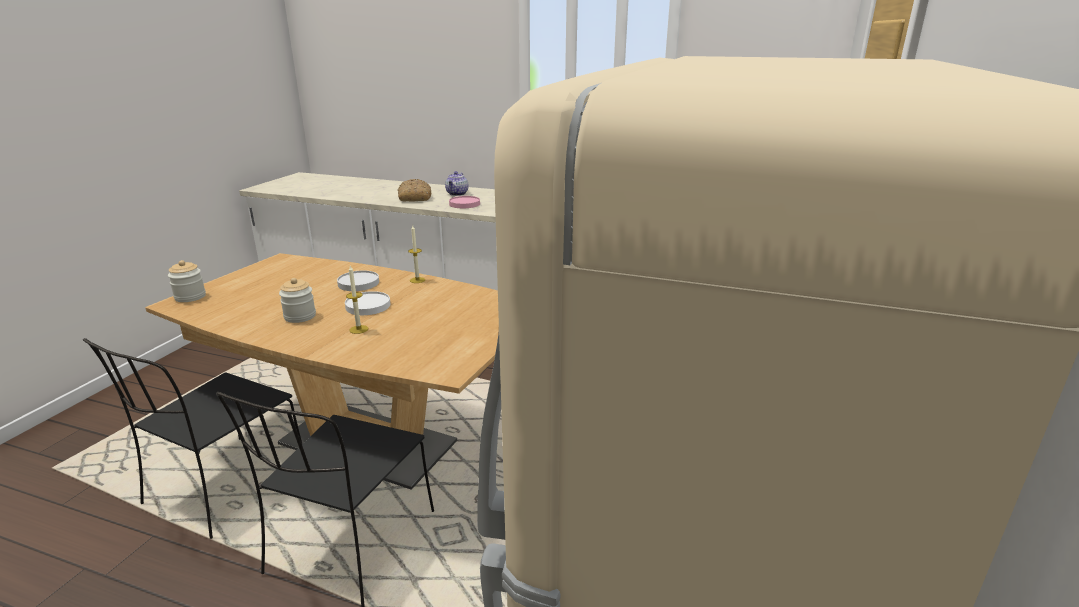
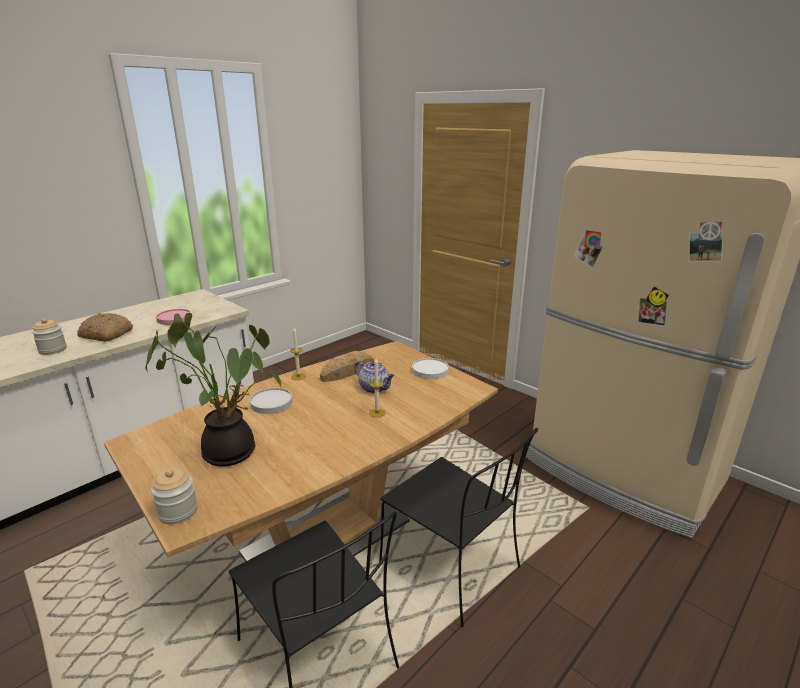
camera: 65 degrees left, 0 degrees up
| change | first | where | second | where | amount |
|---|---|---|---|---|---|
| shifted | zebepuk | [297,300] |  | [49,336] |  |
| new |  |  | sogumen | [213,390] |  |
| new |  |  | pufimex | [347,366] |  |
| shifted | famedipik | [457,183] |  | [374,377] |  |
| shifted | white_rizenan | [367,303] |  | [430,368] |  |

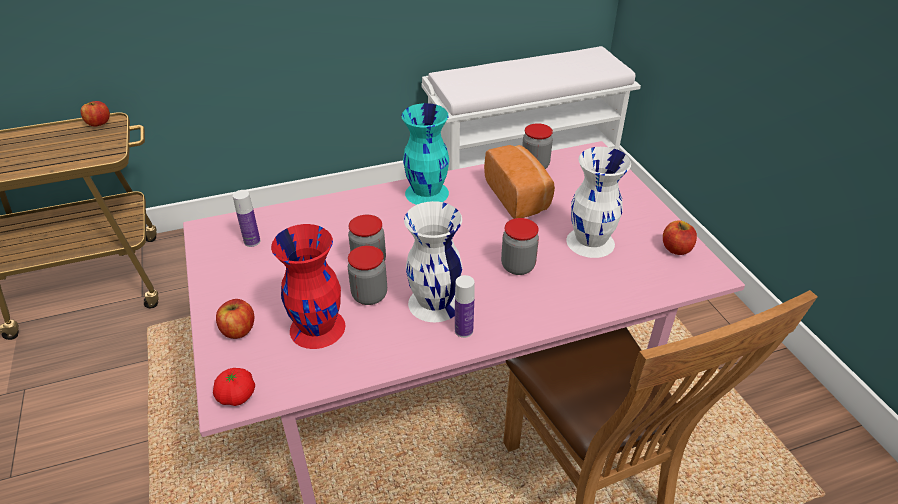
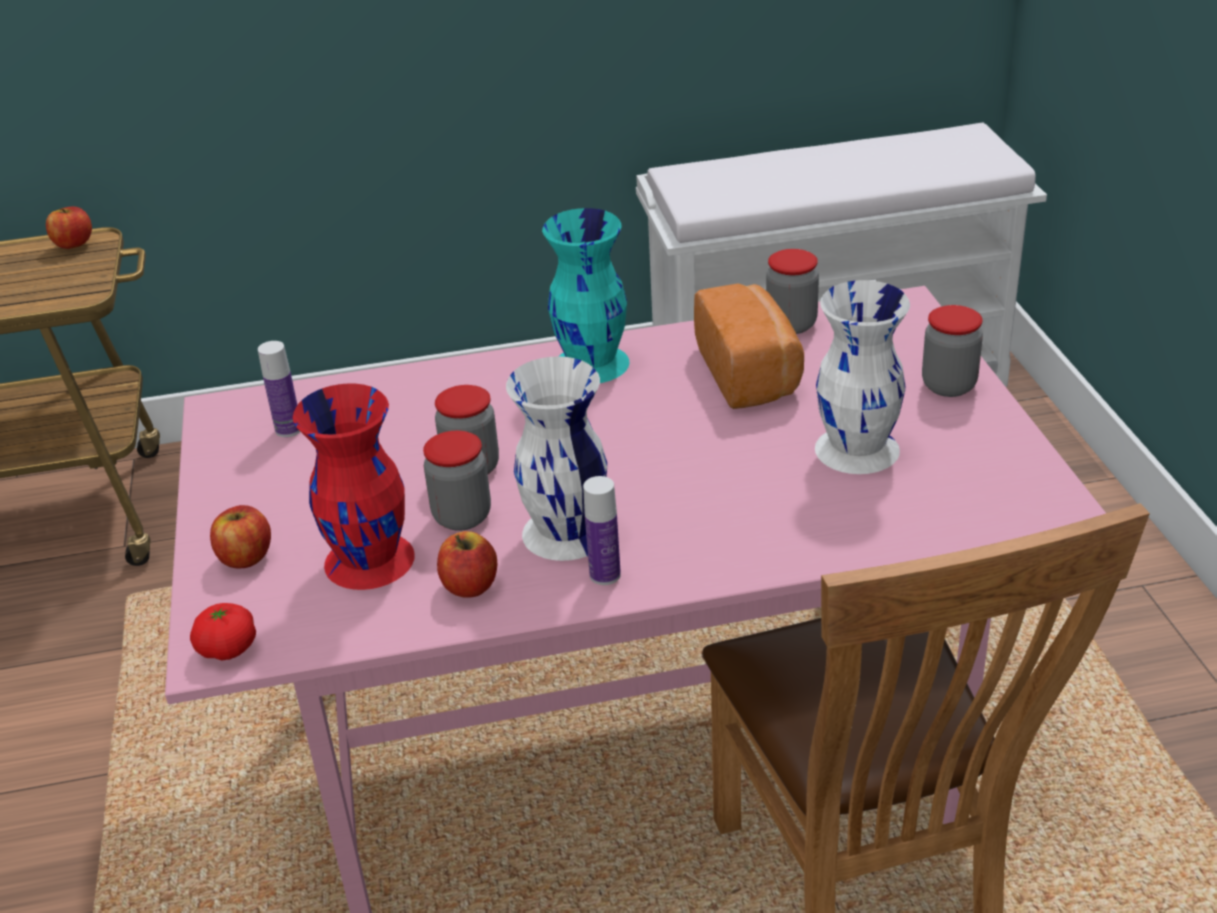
camera: 10 degrees right, 5 degrees down
| change | first | where | second | where | amount |
|---|---|---|---|---|---|
| shifted | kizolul | [680,237] |  | [467,564] |  |
| shifted | zebepuk | [520,246] |  | [952,351] |  |

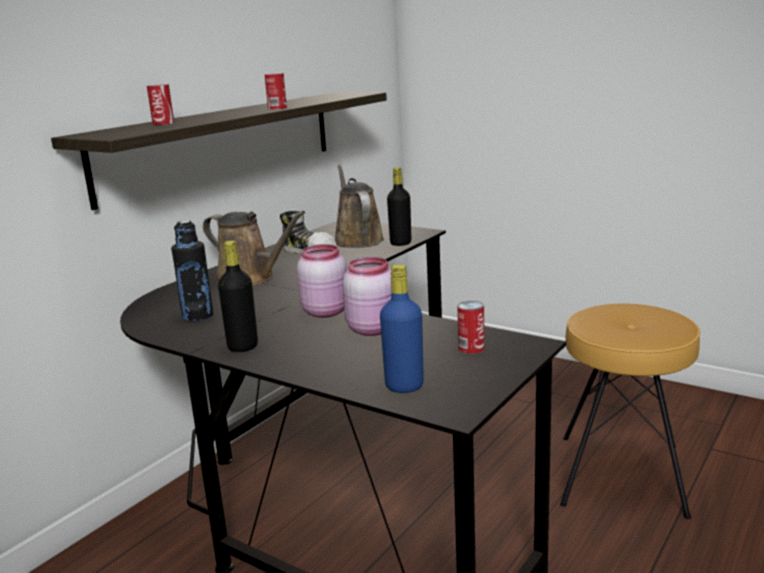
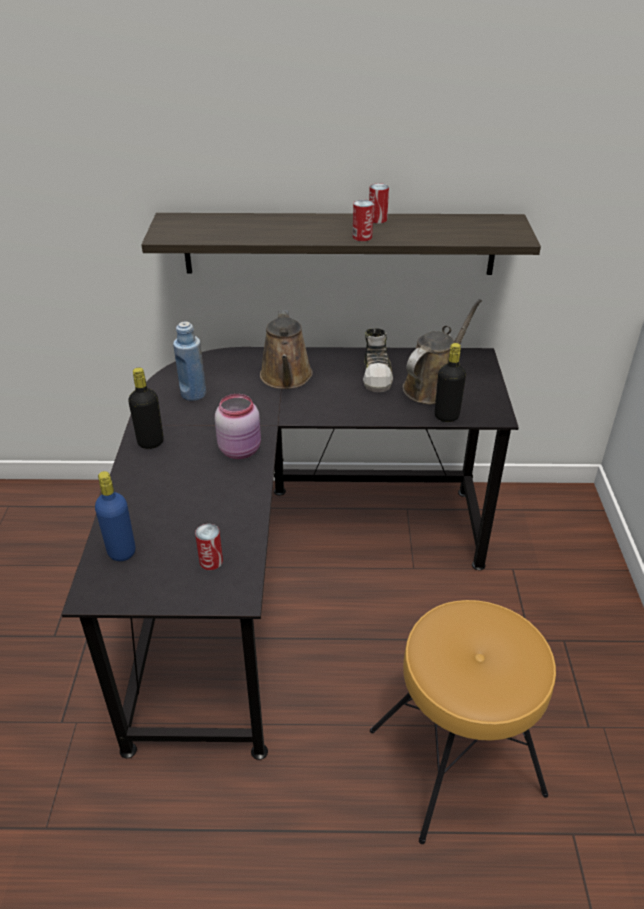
camera: 55 degrees right, 20 degrees up
| change | first | where | second | where | amount |
|---|---|---|---|---|---|
| repainted | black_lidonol | [192,271] | blue_lidonol | [189,361] |  |
| shifted | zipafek | [160,104] |  | [379,203] |  |
| gone | pink_zebepuk | [367,296] |  |  |  |

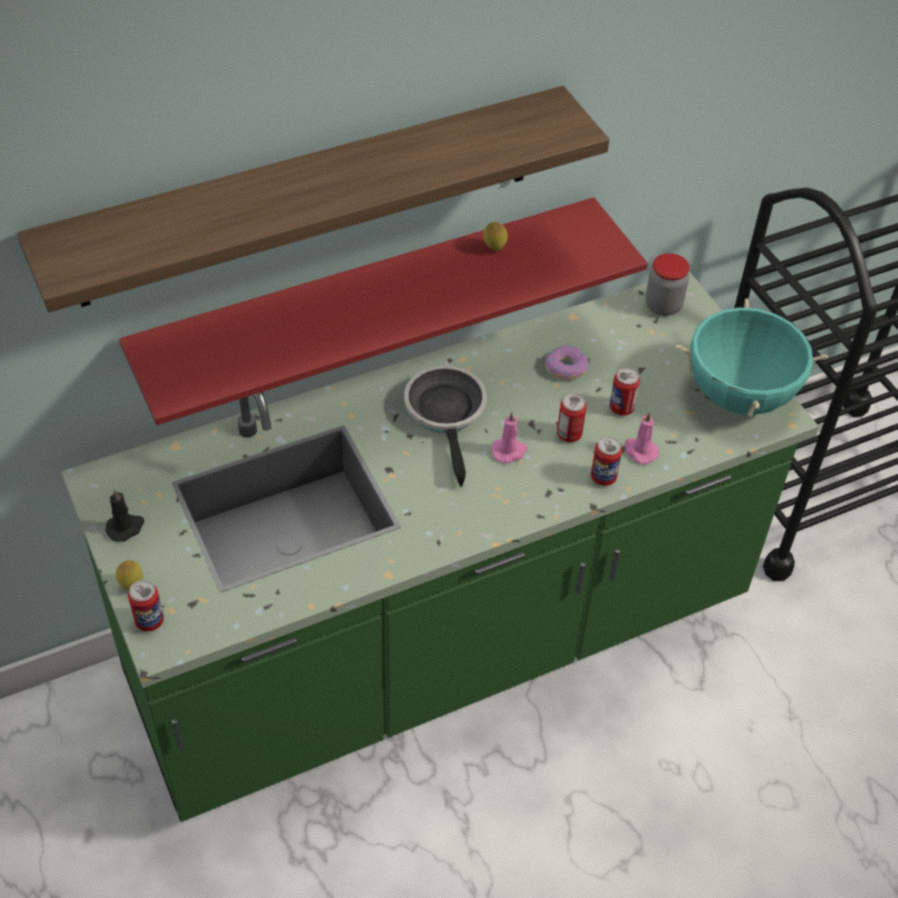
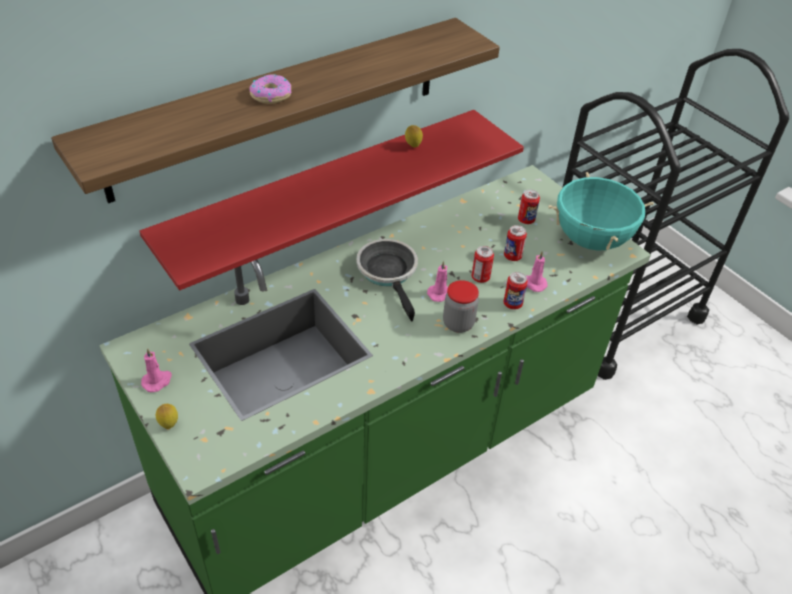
camera: 10 degrees left, 5 degrees down
| change | first | where | second | where | amount |
|---|---|---|---|---|---|
| repainted | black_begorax | [124,515] | pink_begorax | [156,370] |  |
| shifted | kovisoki | [566,362] |  | [270,89] |  |
| shifted | zebepuk | [667,284] |  | [461,306] |  |
| shifted | zipafek | [146,606] |  | [529,207] |  |

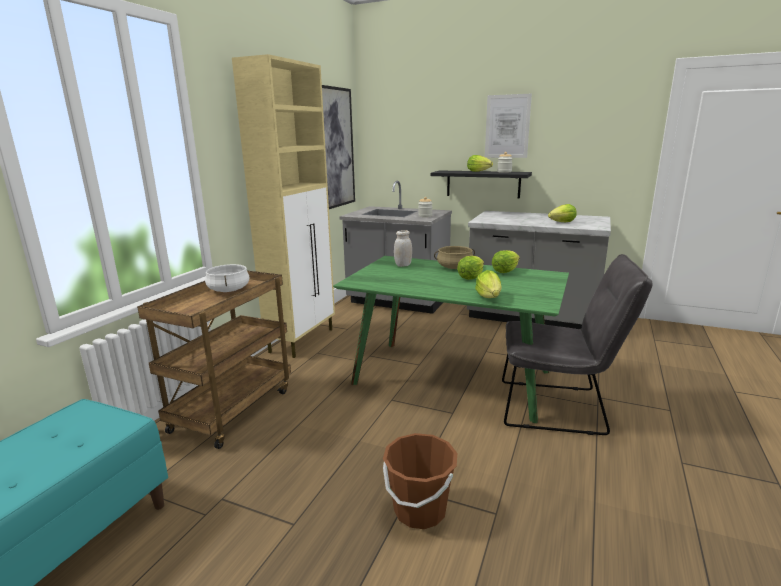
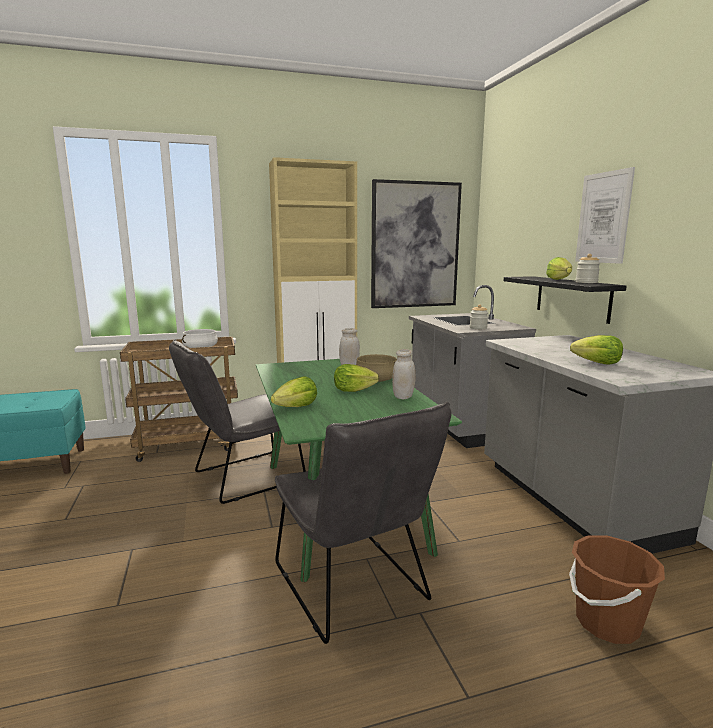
camera: 50 degrees right, 5 degrees down
| change | first | where | second | where | amount |
|---|---|---|---|---|---|
| new |  |  | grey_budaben | [237,421] |  |
| swapped | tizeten | [506,261] | white_zebepuk | [403,374] |  |
| shifted | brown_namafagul | [420,481] |  | [617,590] |  |

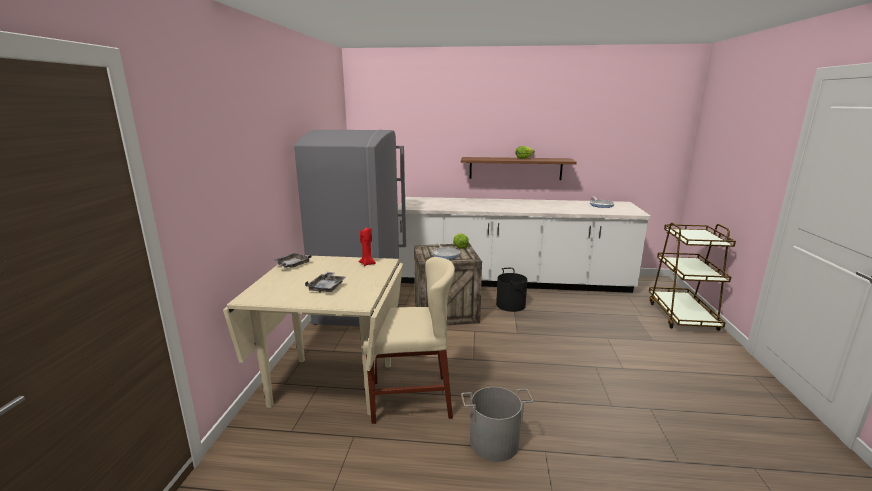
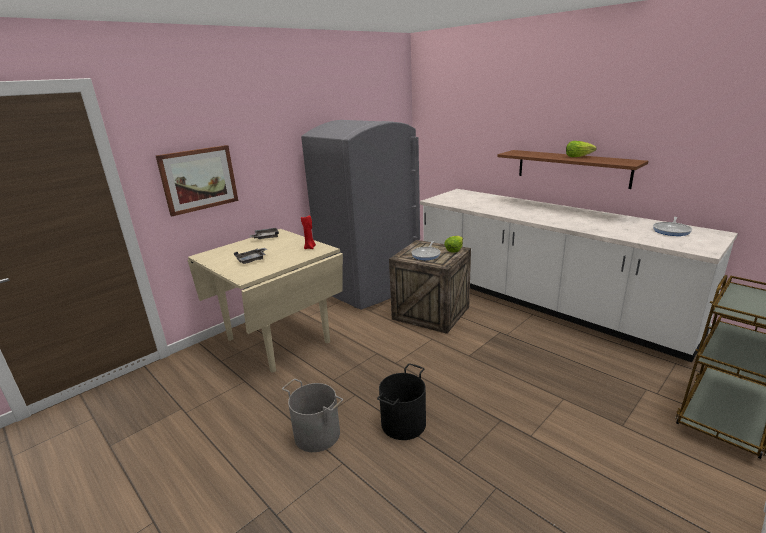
camera: 40 degrees right, 5 degrees up
| change | first | where | second | where | amount |
|---|---|---|---|---|---|
| new |  |  | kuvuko | [197,180] |  |
| shifted | black_namafagul | [511,290] |  | [401,401] |  |
| gone | beige_budaben | [409,340] |  |  |  |

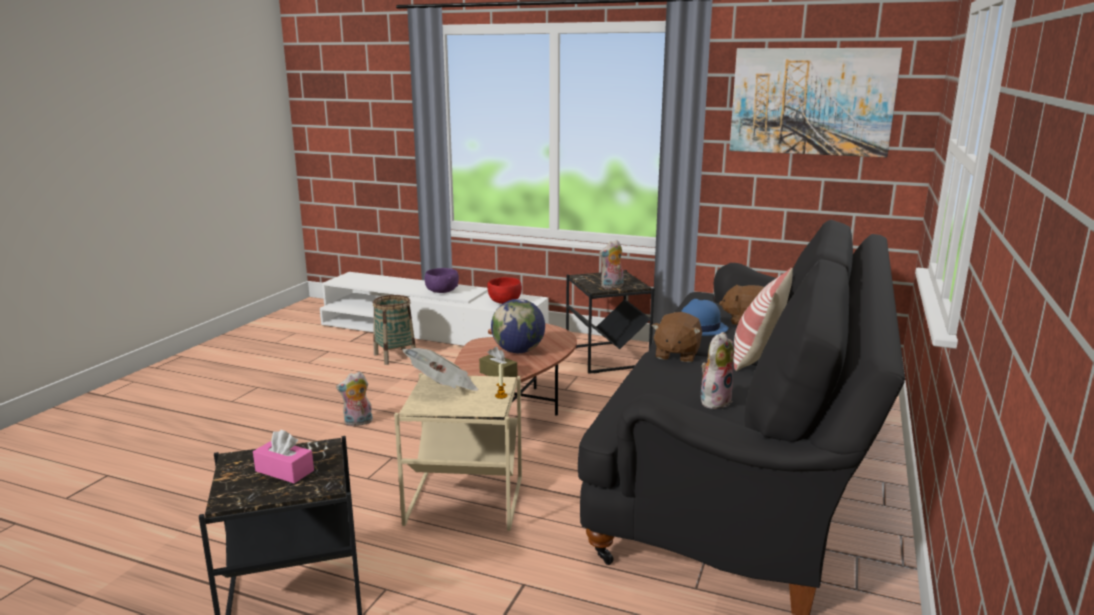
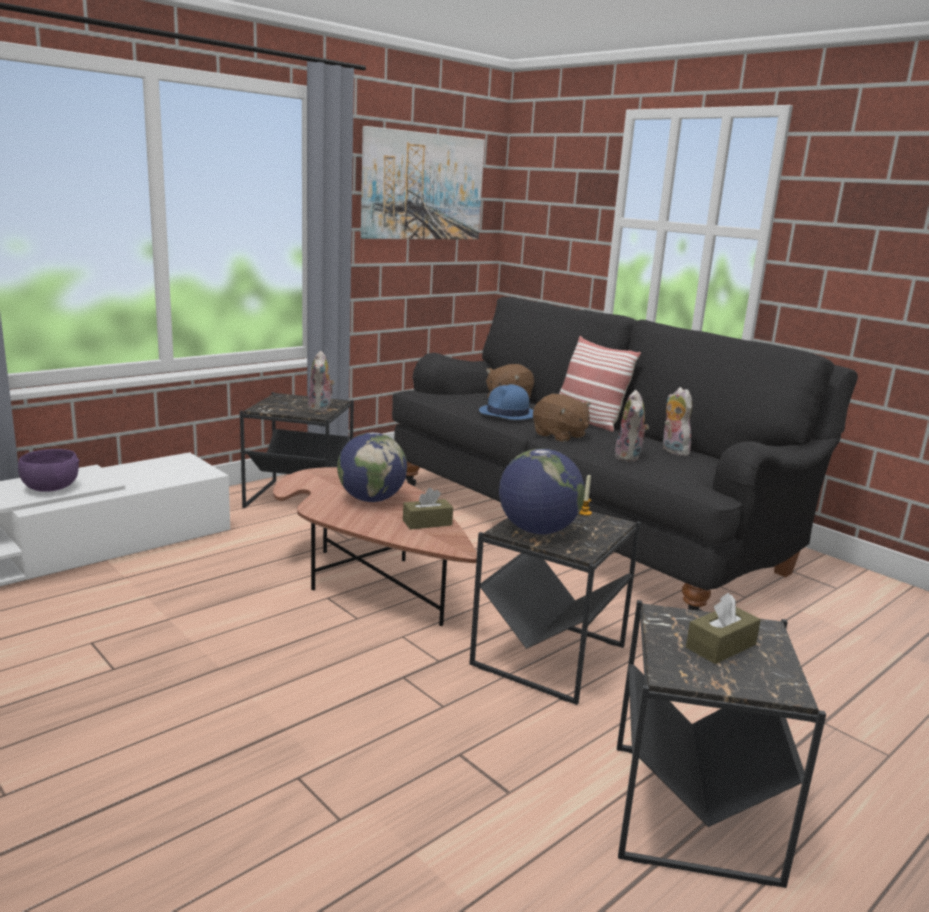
camera: 65 degrees left, 0 degrees up
| change | first | where | second | where | amount |
|---|---|---|---|---|---|
| repainted | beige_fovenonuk | [458,452] | black_fovenonuk | [555,608] |  |
| swapped | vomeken | [440,369] | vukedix | [542,491] |  |
| shifted | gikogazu | [354,399] |  | [632,426] |  |
| repainted | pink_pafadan | [283,456] | brown_pafadan | [723,628] |  |
| gone | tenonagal | [394,330] |  |  |  |
| gone | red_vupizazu | [504,290] |  |  |  |

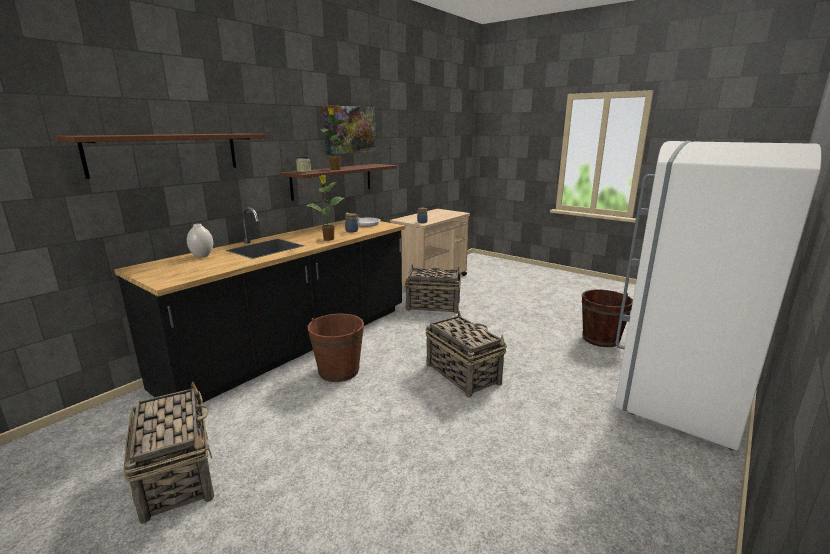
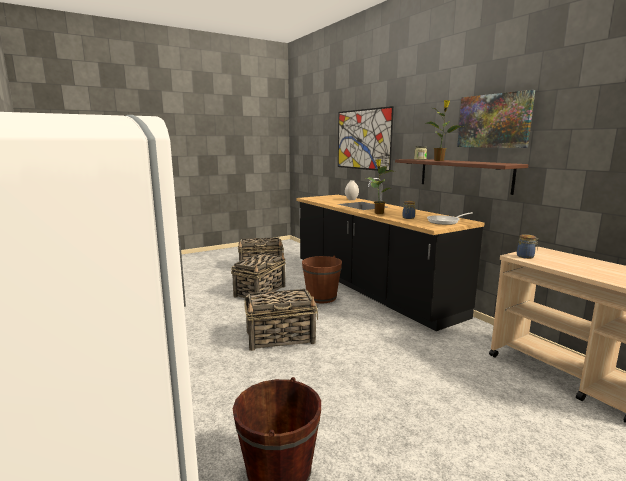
camera: 110 degrees right, 5 degrees down
| change | first | where | second | where | amount |
|---|---|---|---|---|---|
| shifted | tenonagal | [433,289] |  | [258,275] |  |
| swapped | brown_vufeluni | [161,156] | kuvuko | [366,138] |  |

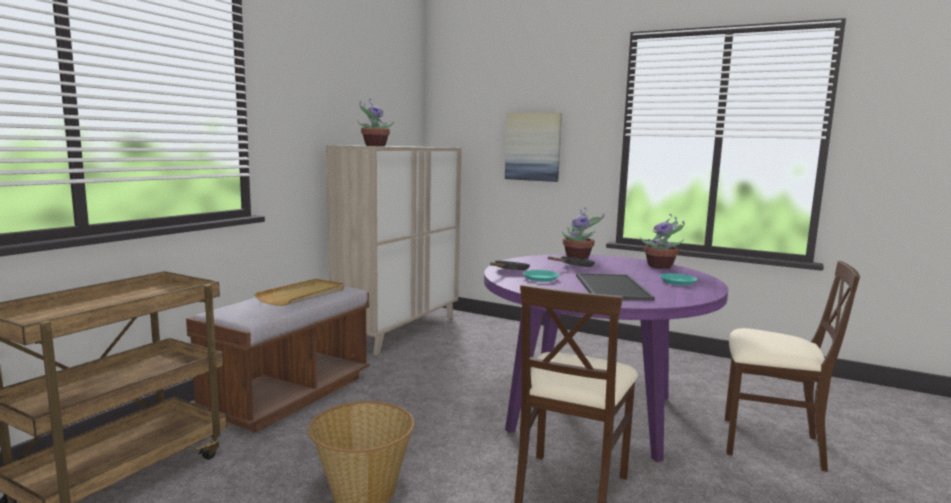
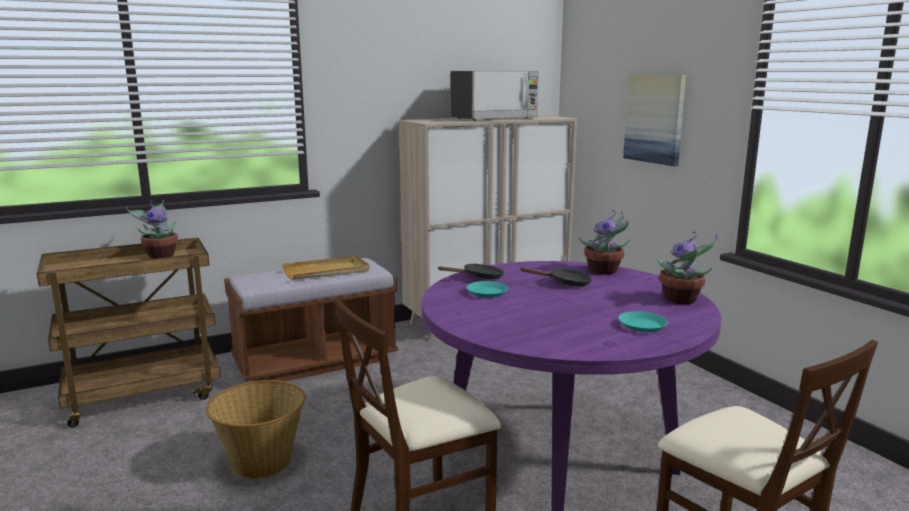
camera: 35 degrees right, 5 degrees up
| change | first | where | second | where | amount |
|---|---|---|---|---|---|
| shifted | sogumen | [375,122] |  | [152,229] |  |
| new |  |  | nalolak | [495,96] |  |
| gone | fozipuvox | [615,287] |  |  |  |

